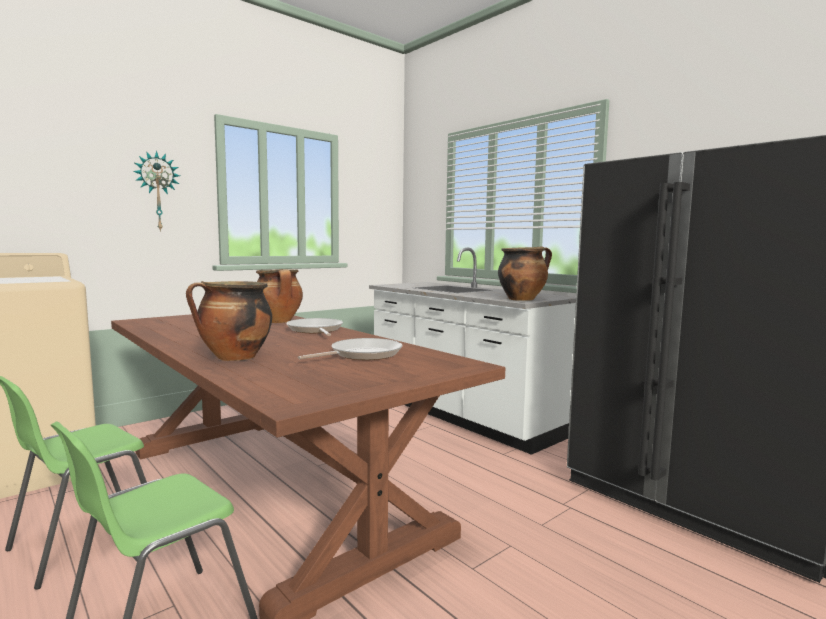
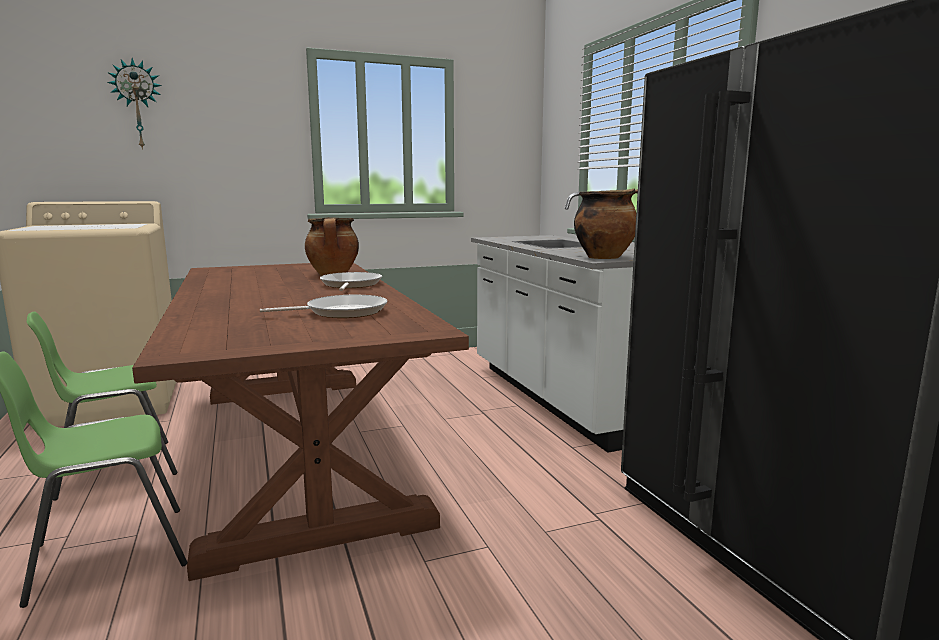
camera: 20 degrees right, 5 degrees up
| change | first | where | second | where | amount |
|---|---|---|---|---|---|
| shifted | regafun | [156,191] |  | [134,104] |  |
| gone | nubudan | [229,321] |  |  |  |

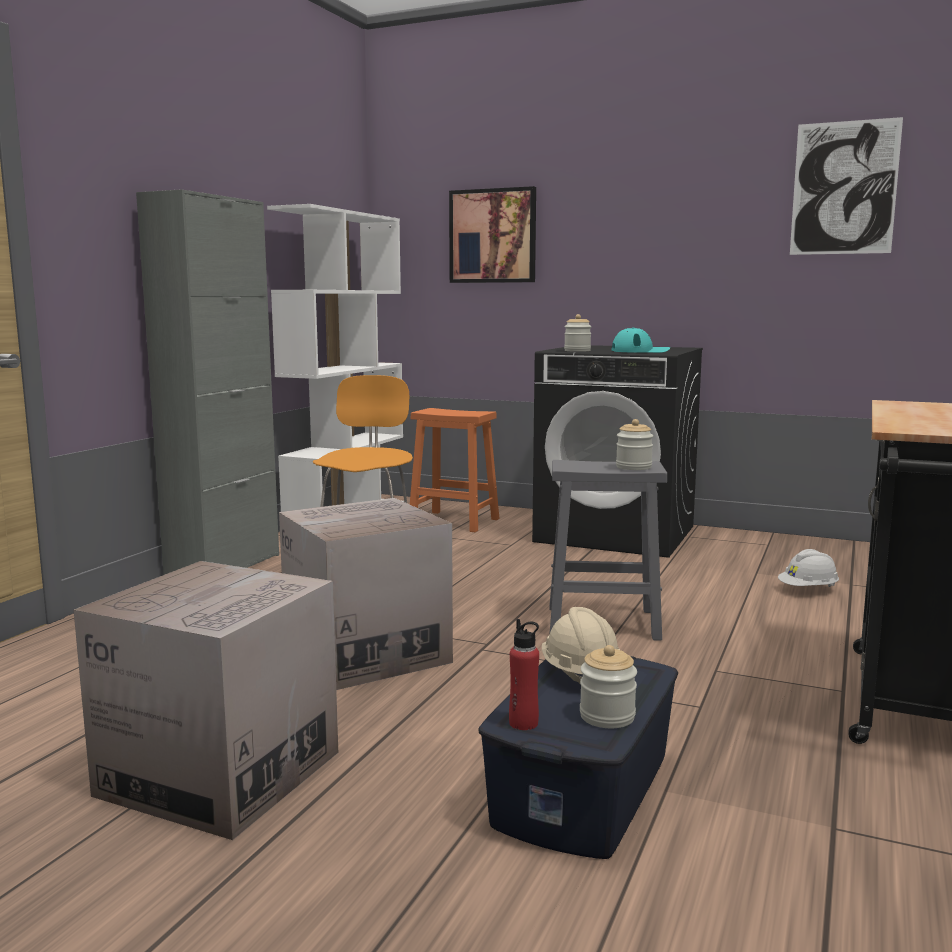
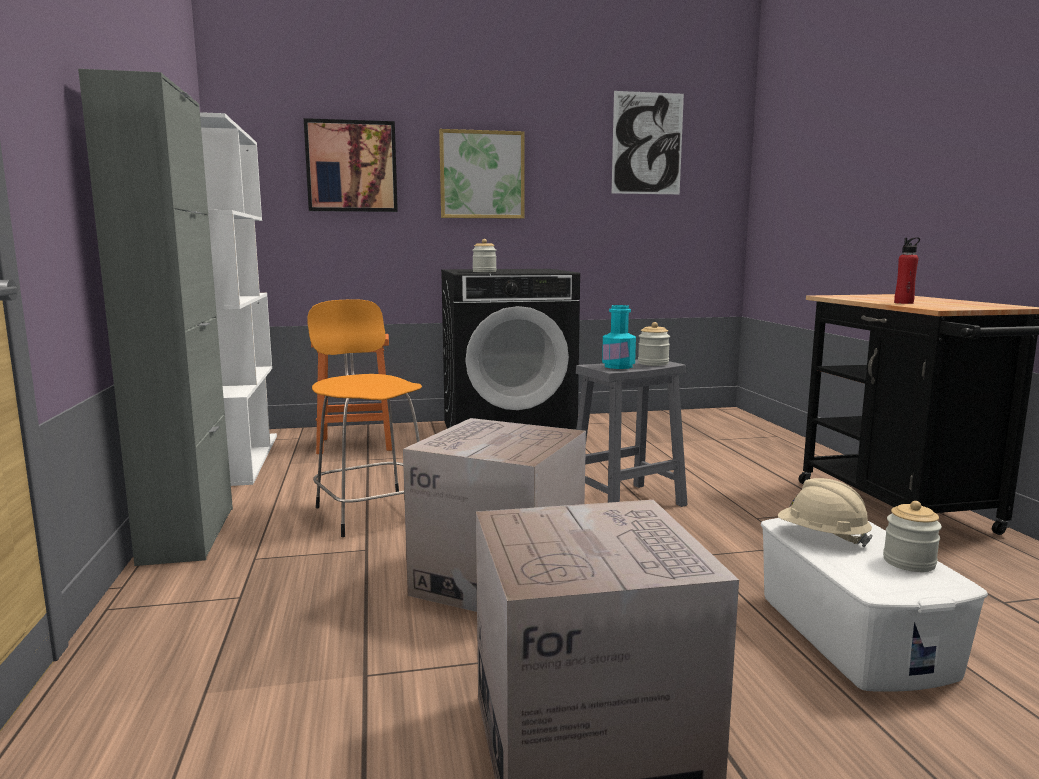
camera: 35 degrees left, 0 degrees up
| change | first | where | second | where | amount |
|---|---|---|---|---|---|
| new |  |  | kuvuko | [482,174] |  |
| new |  |  | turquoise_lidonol | [619,337] |  |
| repainted | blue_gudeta | [578,757] | white_gudeta | [874,605] |  |
| shifted | red_lidonol | [524,674] |  | [907,270] |  |
| gone | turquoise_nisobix | [640,340] |  |  |  |
| gone | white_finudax | [808,568] |  |  |  |

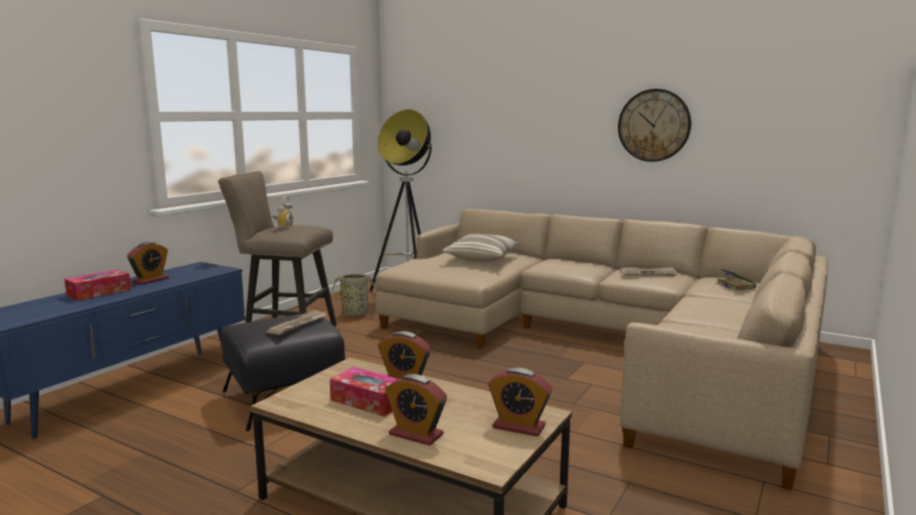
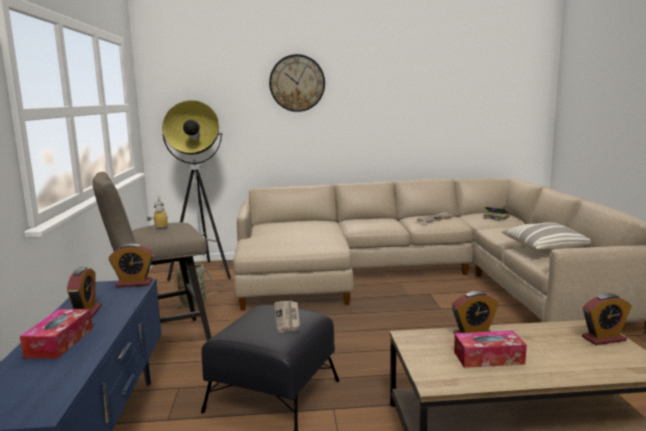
camera: 35 degrees left, 0 degrees up
| change | first | where | second | where | amount |
|---|---|---|---|---|---|
| shifted | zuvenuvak | [416,410] |  | [131,265] |  |
| shifted | regafun | [654,125] |  | [297,83] |  |
| shifted | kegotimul | [481,248] |  | [546,238] |  |

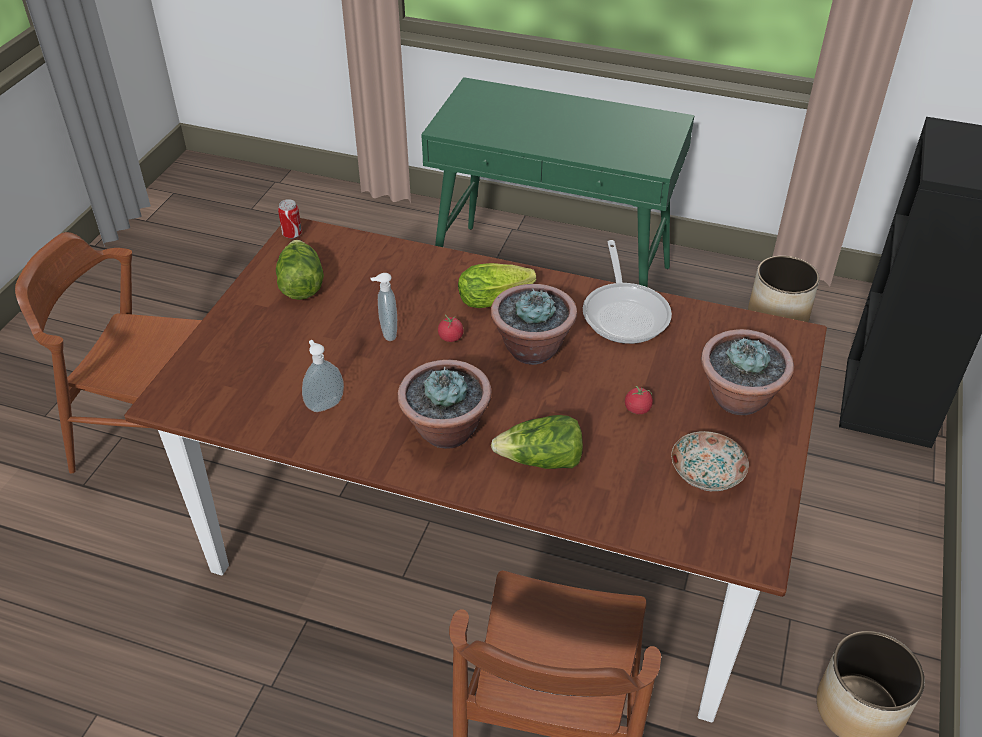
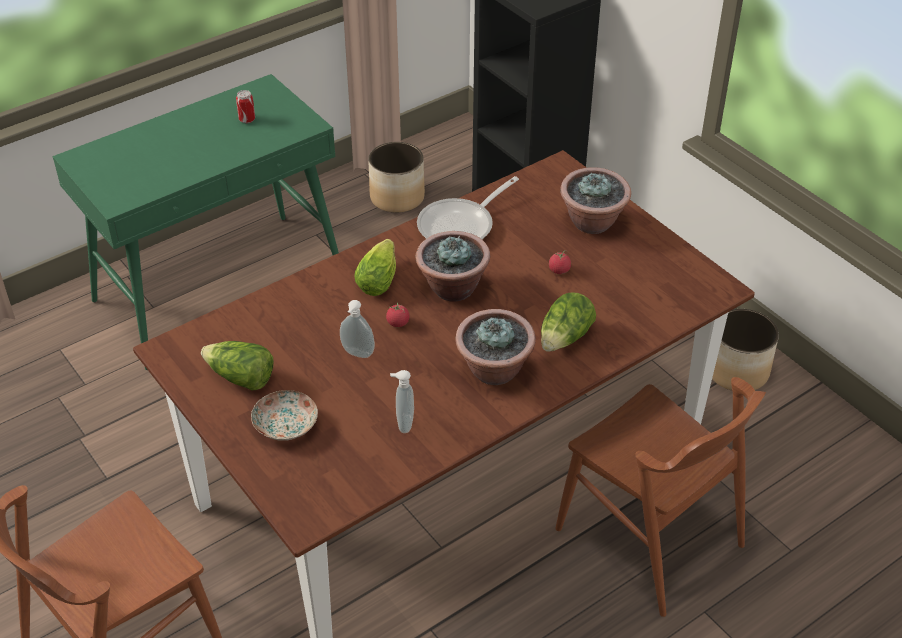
camera: 55 degrees left, 0 degrees up
| change | first | where | second | where | amount |
|---|---|---|---|---|---|
| shifted | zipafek | [290,219] |  | [245,106] |  |
| shifted | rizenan | [710,461] |  | [284,415] |  |
| rotated | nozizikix | [627,292] |  | [468,208] | 105 degrees clockwise |

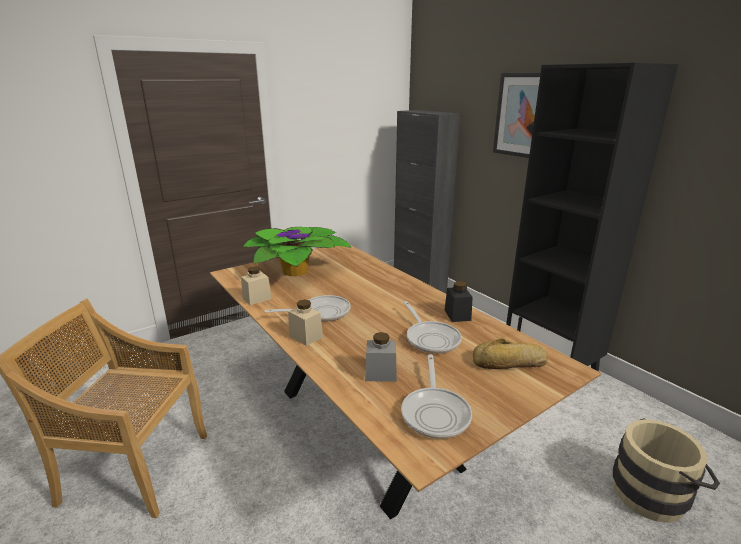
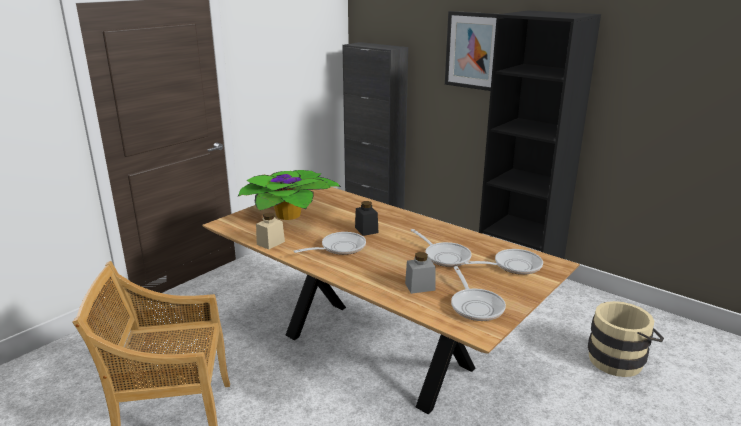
camera: 15 degrees left, 0 degrees up
| change | first | where | second | where | amount |
|---|---|---|---|---|---|
| shifted | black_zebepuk | [459,301] |  | [367,218] |  |
| swapped | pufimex | [510,353] | nozizikix | [503,262] |  |
| gone | beige_zebepuk | [305,323] |  |  |  |

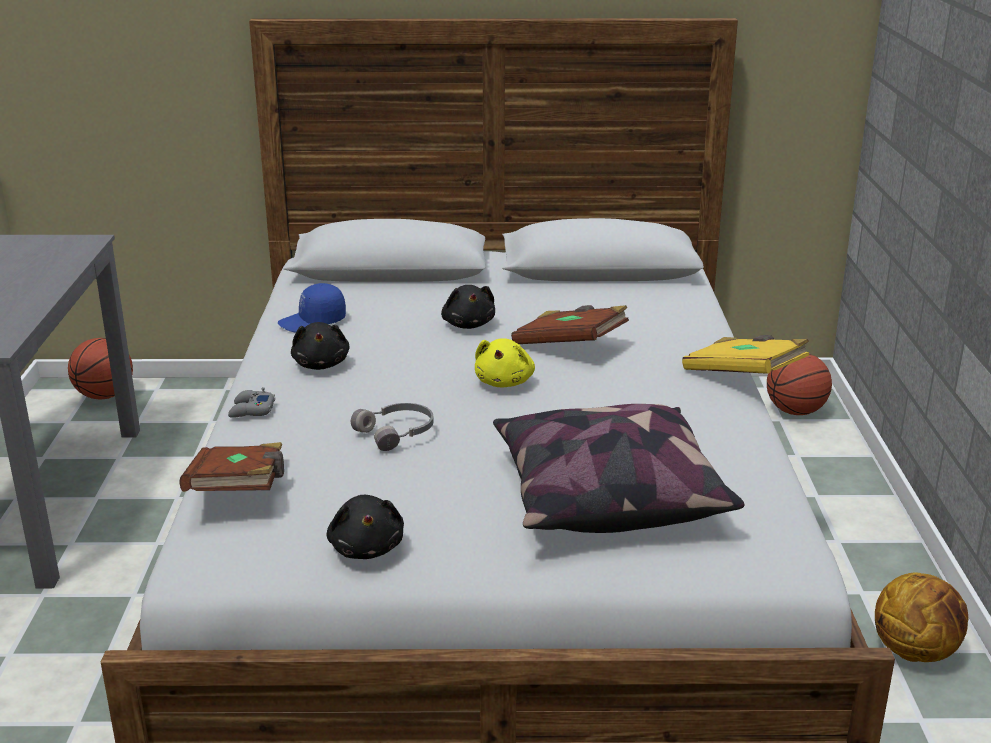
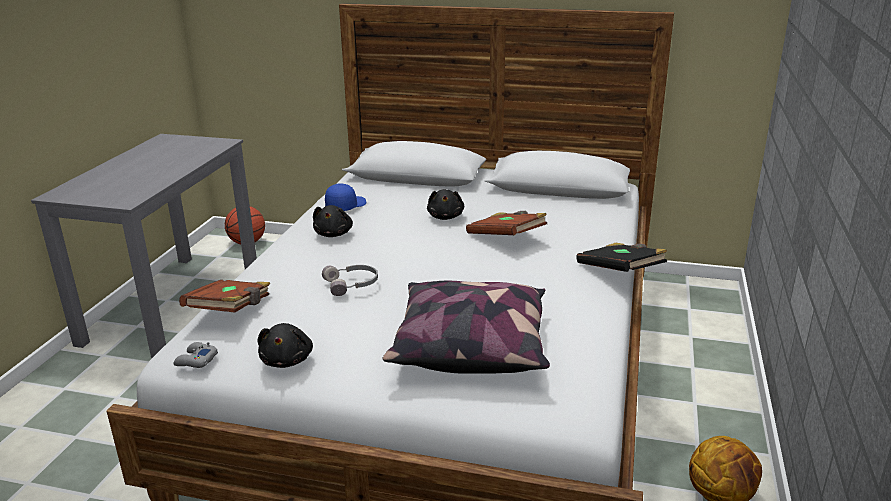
camera: 15 degrees right, 0 degrees up
| change | first | where | second | where | amount |
|---|---|---|---|---|---|
| shifted | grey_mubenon | [251,402] |  | [195,355] |  |
| rotated | blue_nisobix | [312,308] |  | [345,197] | 135 degrees clockwise |
| repainted | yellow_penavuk | [745,354] | black_penavuk | [621,257] |  |
| gone | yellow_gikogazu | [505,362] |  |  |  |
| gone | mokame | [799,384] |  |  |  |

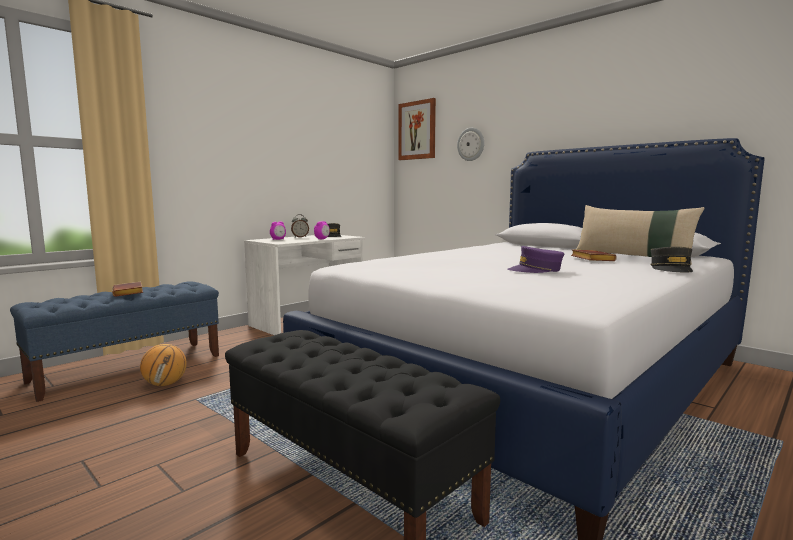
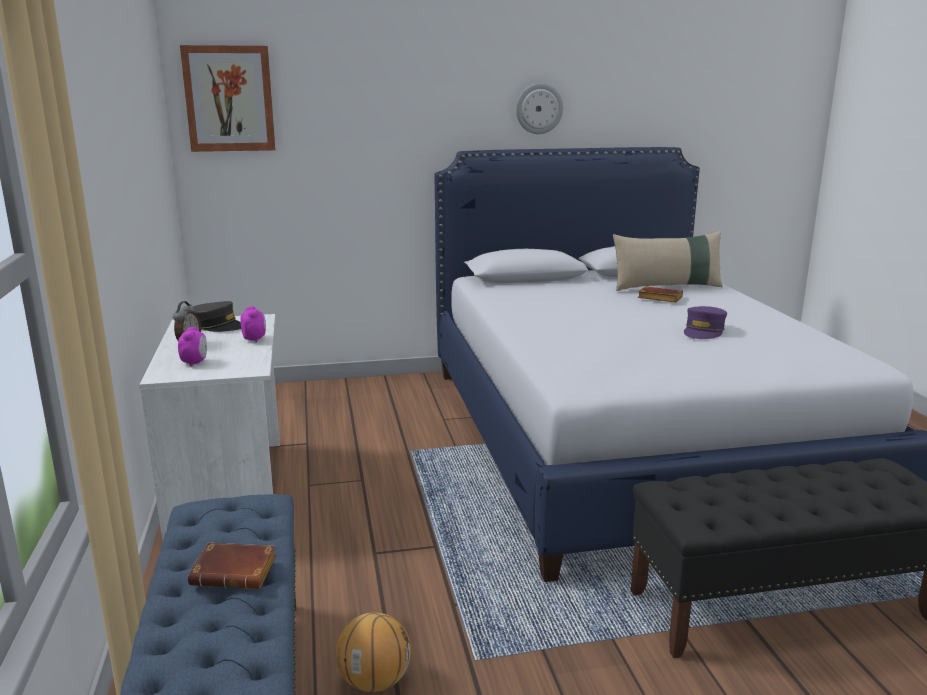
camera: 55 degrees left, 10 degrees up
| change | first | where | second | where | amount |
|---|---|---|---|---|---|
| shifted | regafun | [470,144] |  | [539,108] |  |
| gone | grey_nisobix | [671,260] |  |  |  |

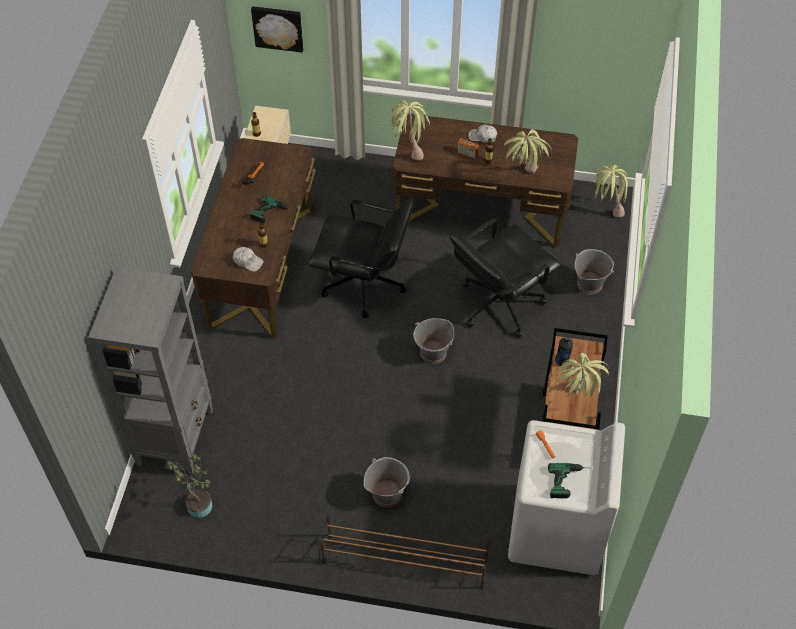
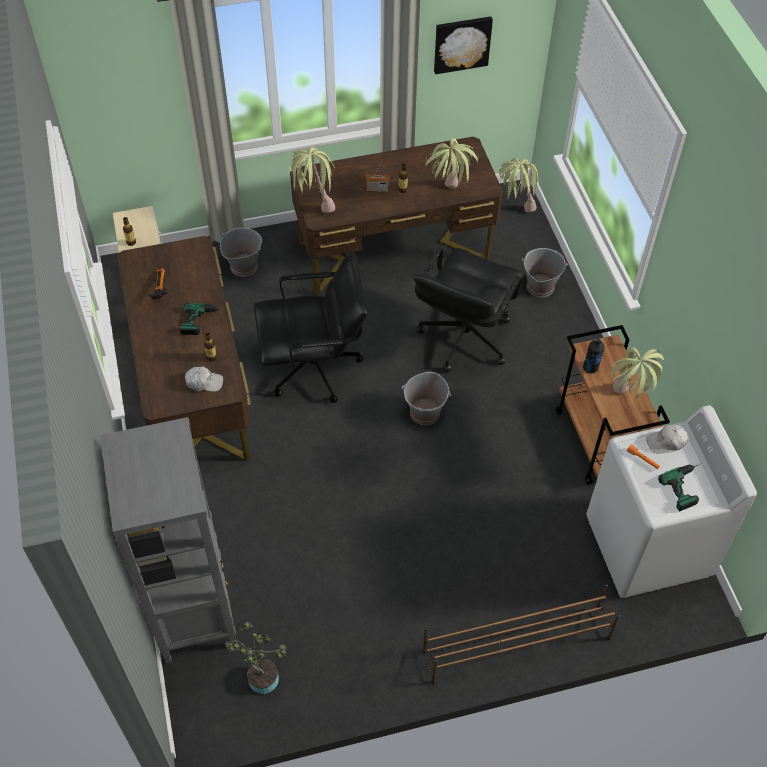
camera: 25 degrees left, 0 degrees up
| change | first | where | second | where | amount |
|---|---|---|---|---|---|
| shifted | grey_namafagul | [386,482] |  | [241,252] |  |
| shifted | kuvuko | [277,29] |  | [463,45] |  |
| shifted | white_nisobix | [482,133] |  | [667,438] |  |

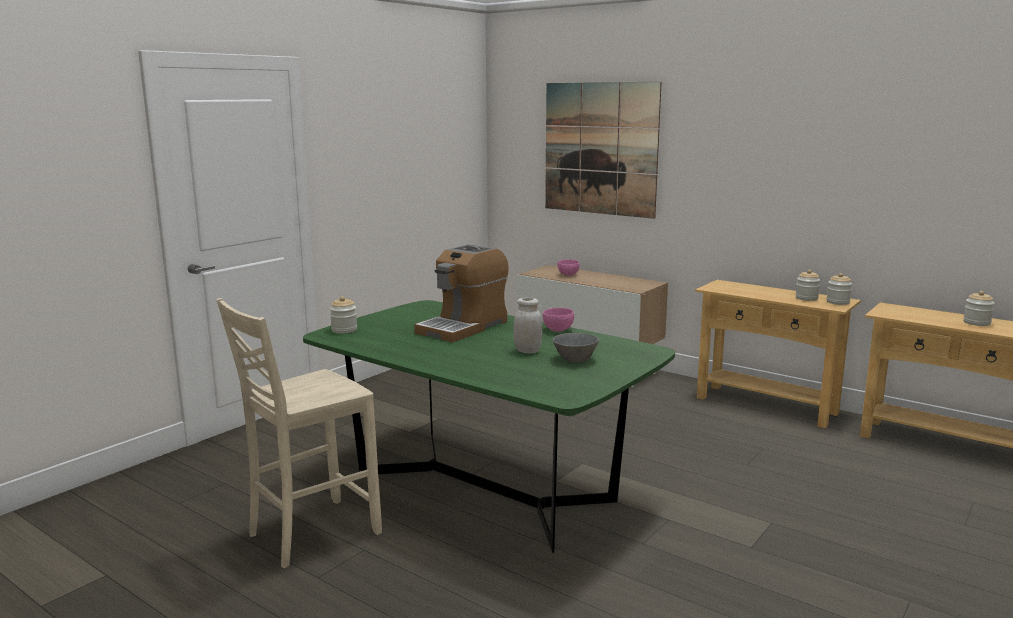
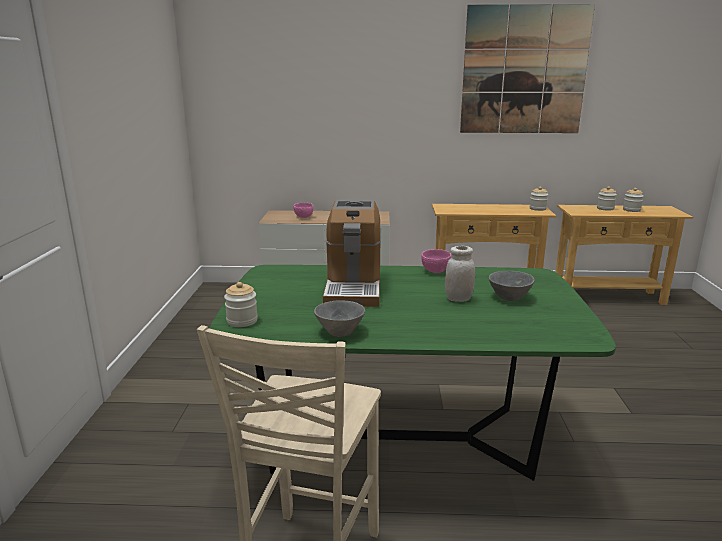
camera: 35 degrees left, 5 degrees up
| change | first | where | second | where | amount |
|---|---|---|---|---|---|
| new |  |  | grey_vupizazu | [339,318] |  |
| shifted | kuvuko | [603,150] |  | [527,68] |  |
| shifted | zebepuk | [808,285] |  | [607,198] |  |

